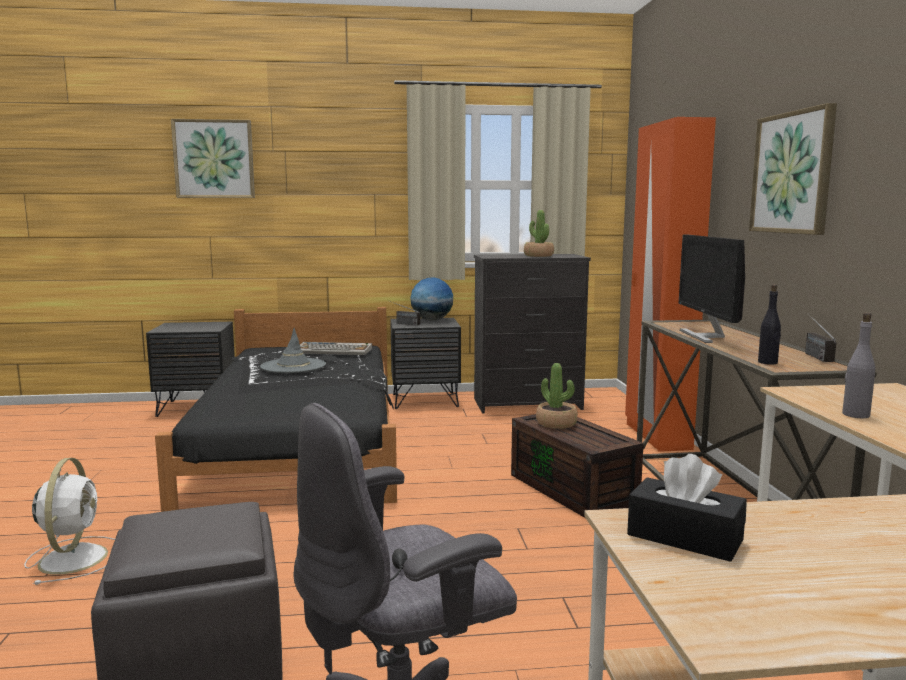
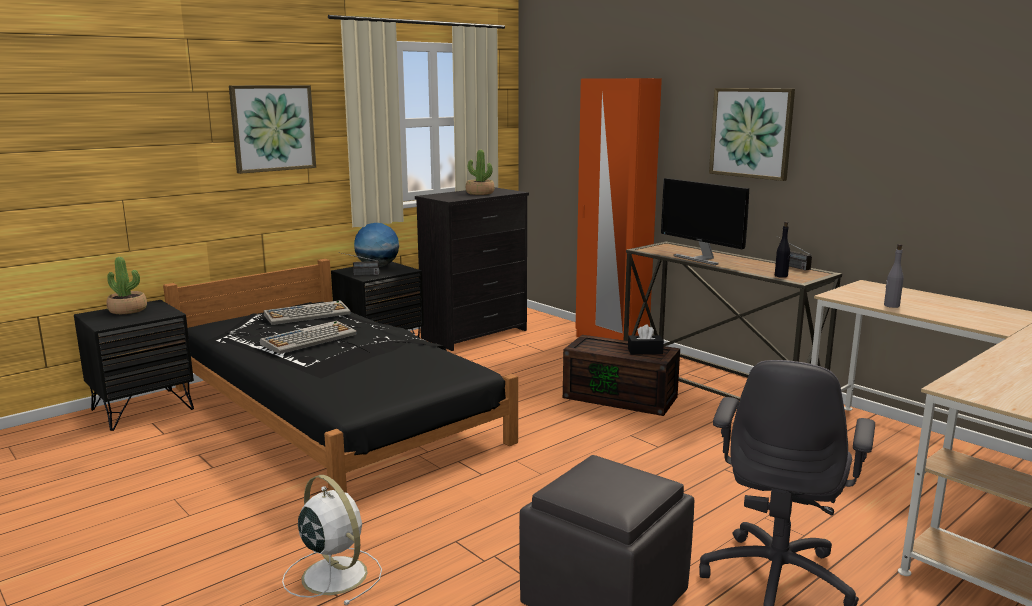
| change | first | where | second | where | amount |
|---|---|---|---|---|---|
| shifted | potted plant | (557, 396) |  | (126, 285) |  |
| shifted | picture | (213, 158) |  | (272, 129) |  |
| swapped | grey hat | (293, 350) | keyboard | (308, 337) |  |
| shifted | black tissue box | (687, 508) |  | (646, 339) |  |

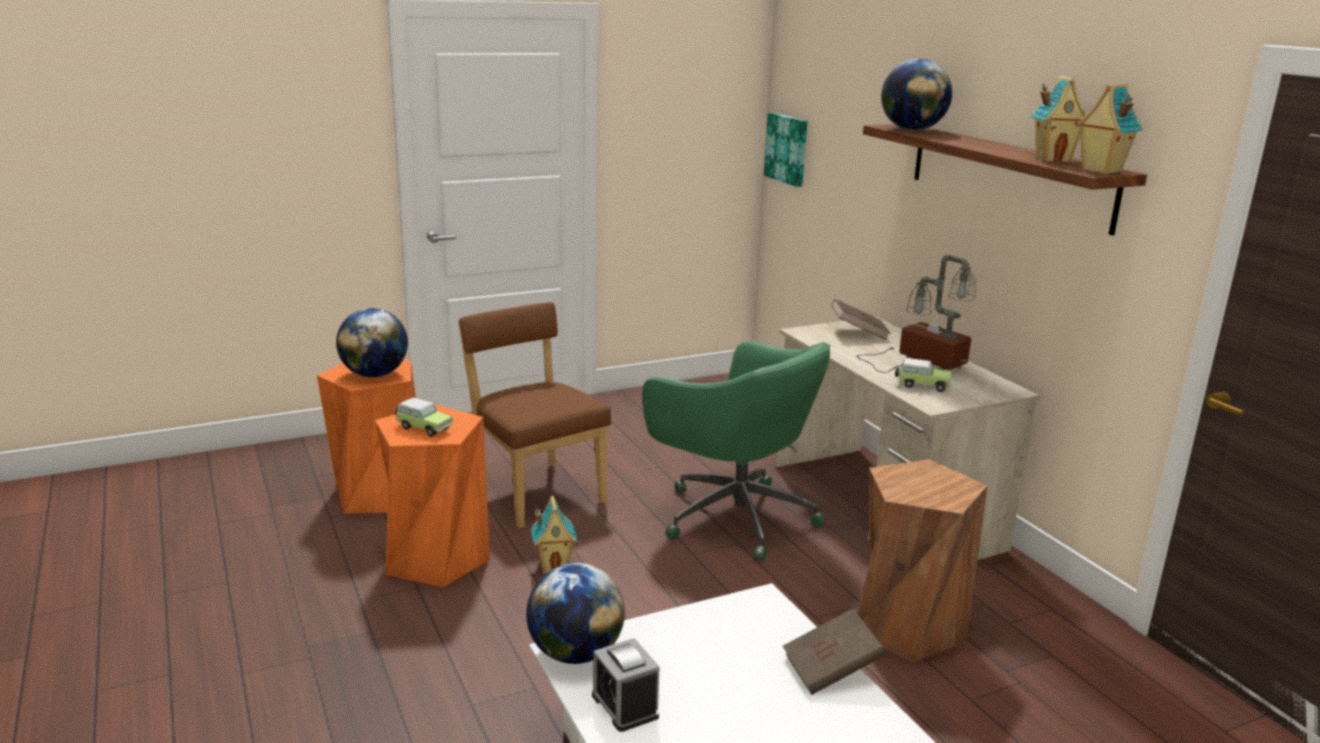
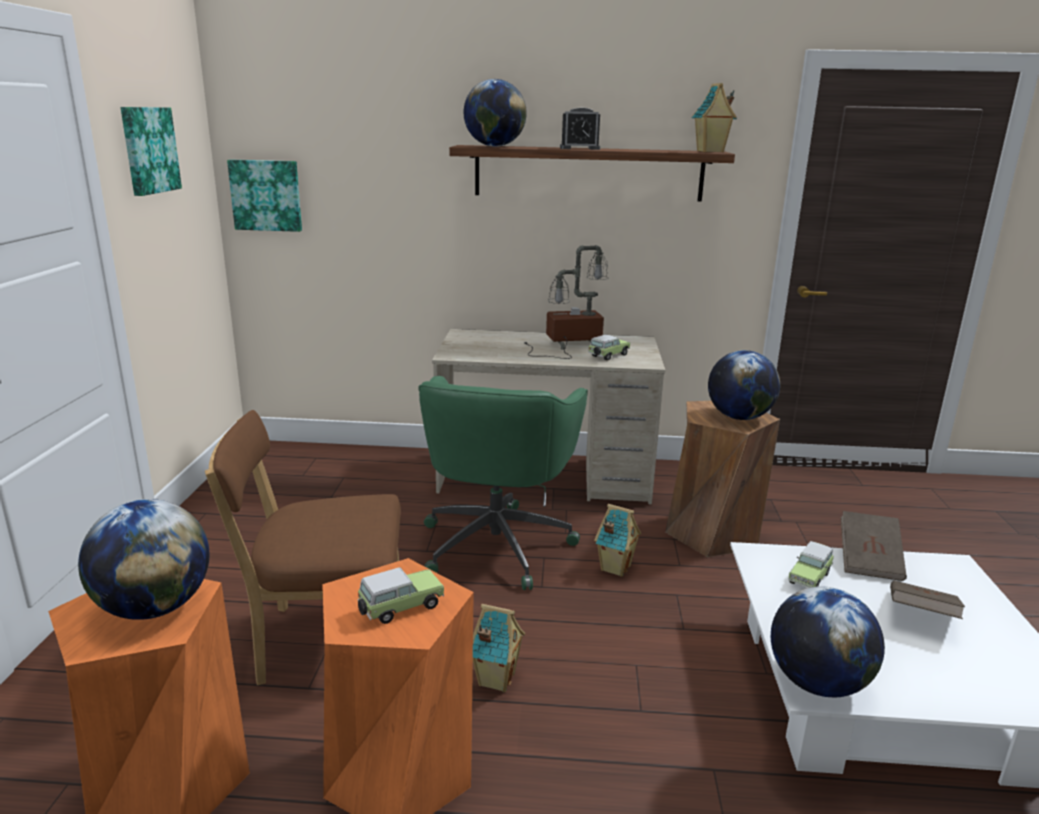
| change | first | where | second | where | amount |
|---|---|---|---|---|---|
| new |  |  | picture | (151, 151) |  |
| rotated | green office chair | (736, 451) |  | (503, 483) | 120 degrees clockwise |
| shifted | alarm clock | (626, 685) |  | (580, 128) |  |
| shifted | toy house | (1058, 118) |  | (617, 540) |  |
| new |  |  | globe | (744, 385) |  |
| new |  |  | toy car | (811, 564) |  |
| shifted | brown book | (861, 319) |  | (927, 599) |  |

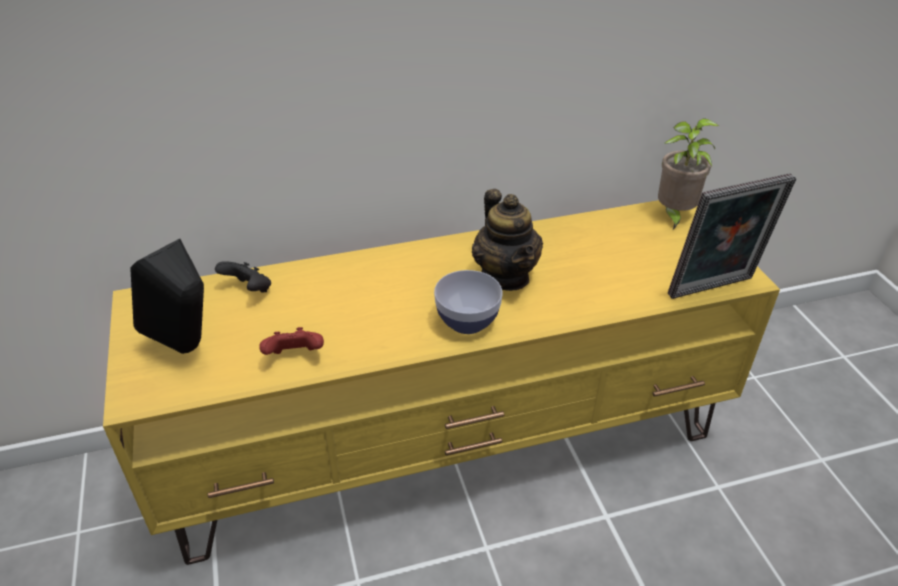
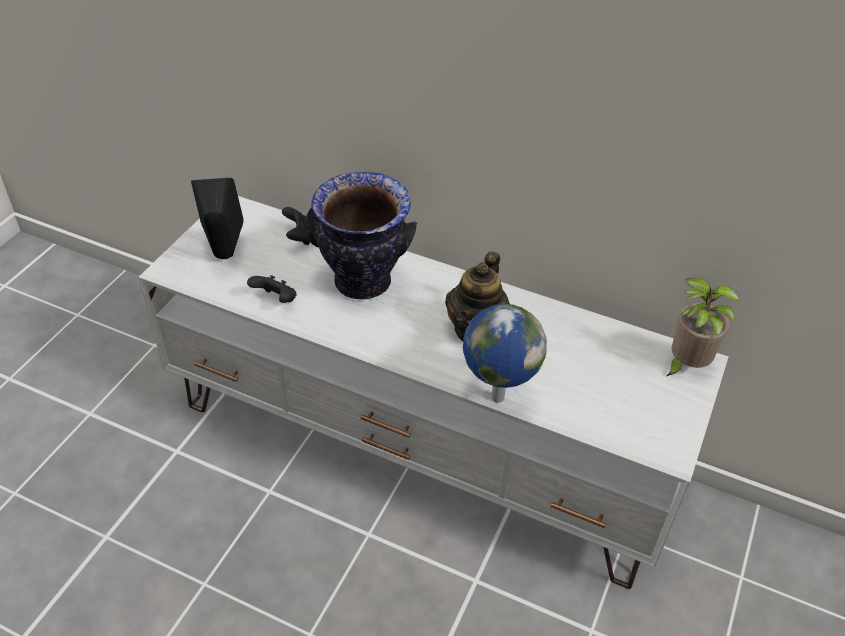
| change | first | where | second | where | amount |
|---|---|---|---|---|---|
| repainted | yellow tv stand | (441, 382) | white tv stand | (433, 392) |  |
| repainted | red game controller | (291, 341) | black game controller | (272, 289) |  |
| new |  |  | vase | (361, 235) |  |
| new |  |  | globe | (505, 353) |  |
| gone | bowl | (468, 302) |  |  |  |
| gone | picture frame | (732, 236) |  |  |  |

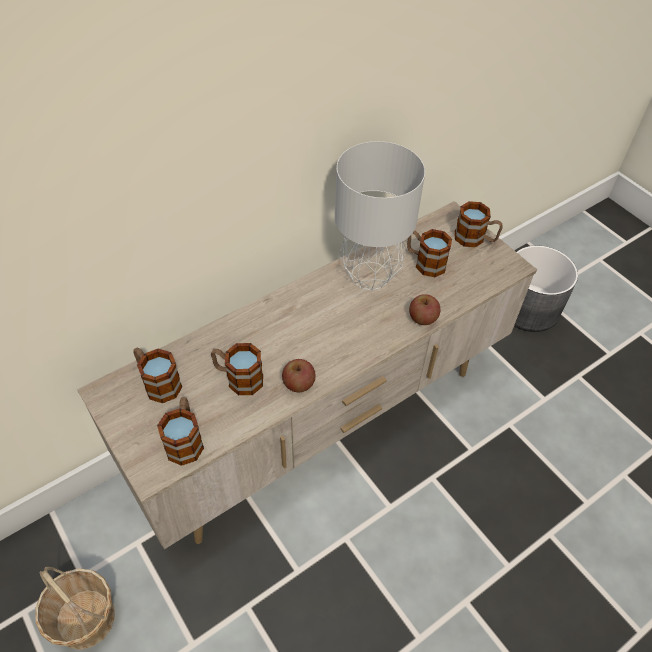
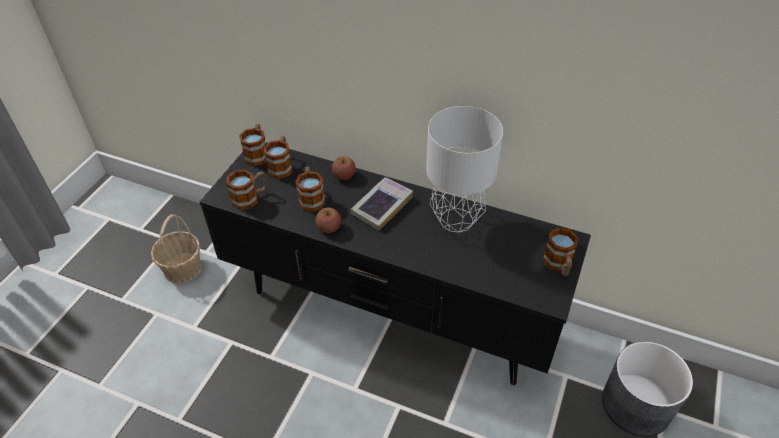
| change | first | where | second | where | amount |
|---|---|---|---|---|---|
| repainted | beige tv stand | (307, 375) | black tv stand | (395, 263) |  |
| shifted | mug | (429, 253) |  | (252, 145) |  |
| shifted | apple | (425, 309) |  | (344, 168) |  |
| new |  |  | book | (381, 204) |  |

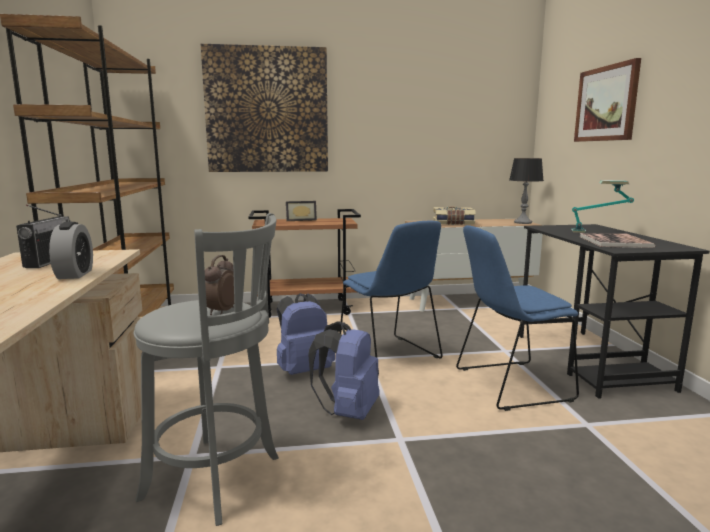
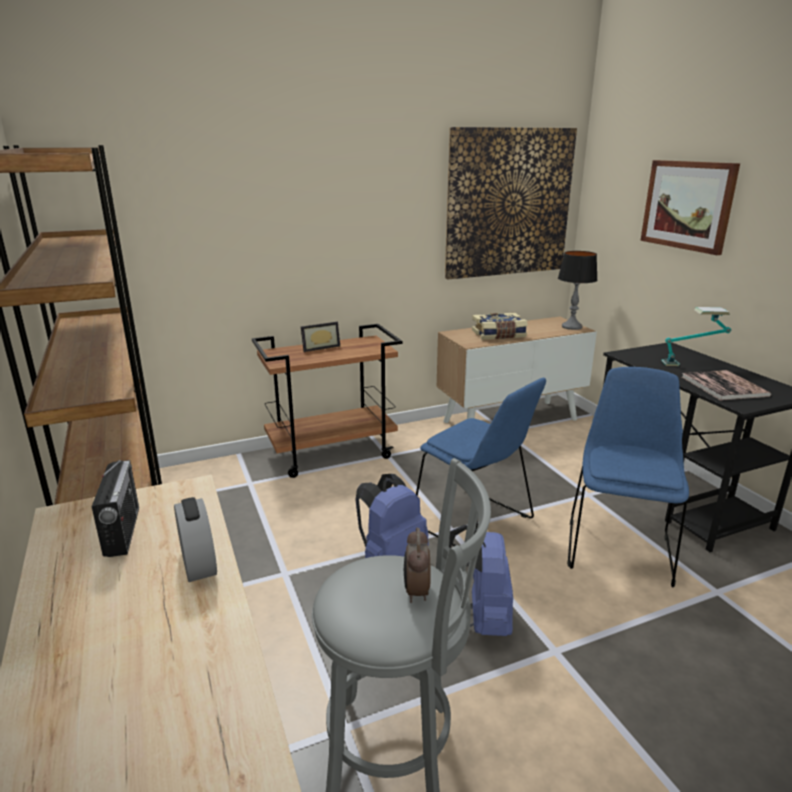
| change | first | where | second | where | amount |
|---|---|---|---|---|---|
| shifted | picture | (264, 108) |  | (511, 203) |  |
| rotated | blue chair | (517, 318) |  | (628, 477) | 135 degrees clockwise |

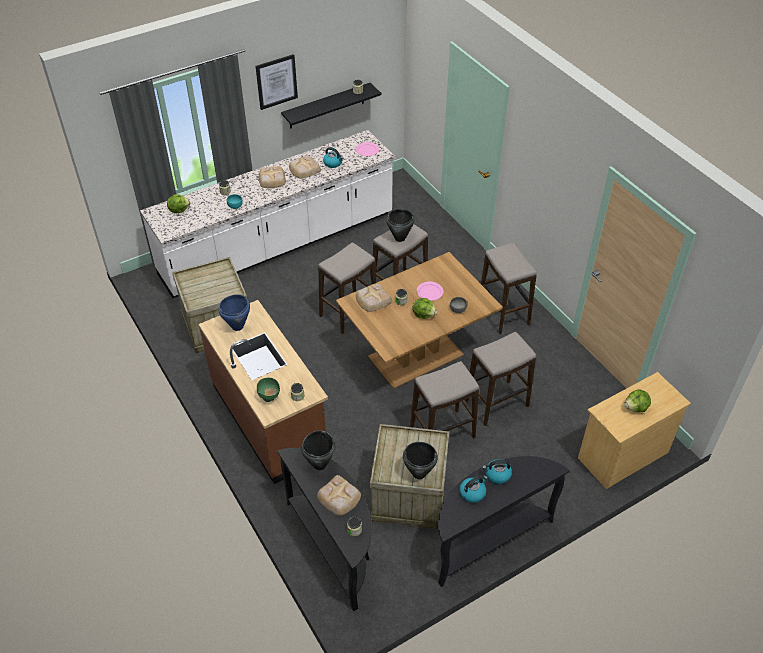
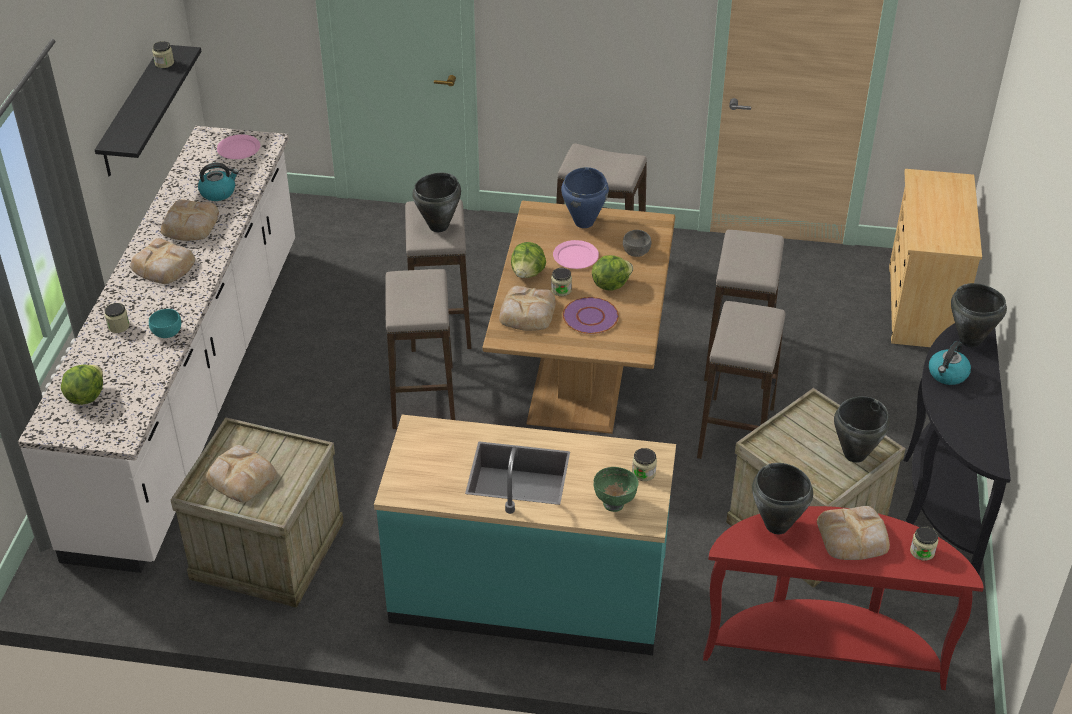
| change | first | where | second | where | amount |
|---|---|---|---|---|---|
| new |  |  | bread | (241, 473) |  |
| repainted | brown counter | (263, 392) | turquoise counter | (525, 535) |  |
| shifted | lettuce | (637, 401) |  | (528, 260) |  |
| shifted | blue cooking pot | (234, 313) |  | (585, 197) |  |
| new |  |  | purple plate | (591, 315) |  |
| repainted | black console table | (324, 529) | red console table | (843, 598) |  |
| new |  |  | black cooking pot | (979, 315) |  |
| gone | picture | (276, 82) |  |  |  |
| gone | kettle | (473, 489) |  |  |  |

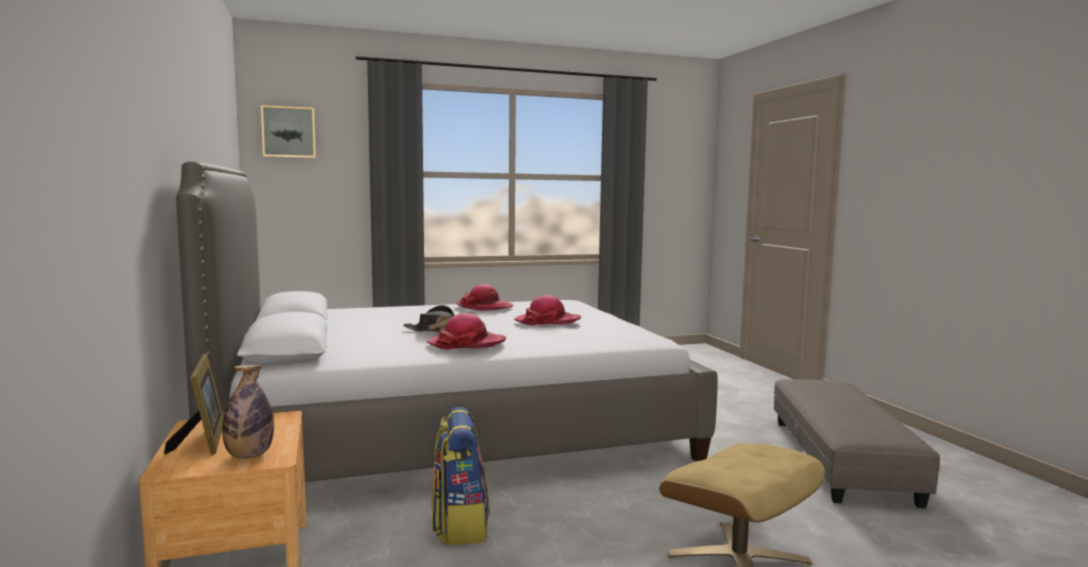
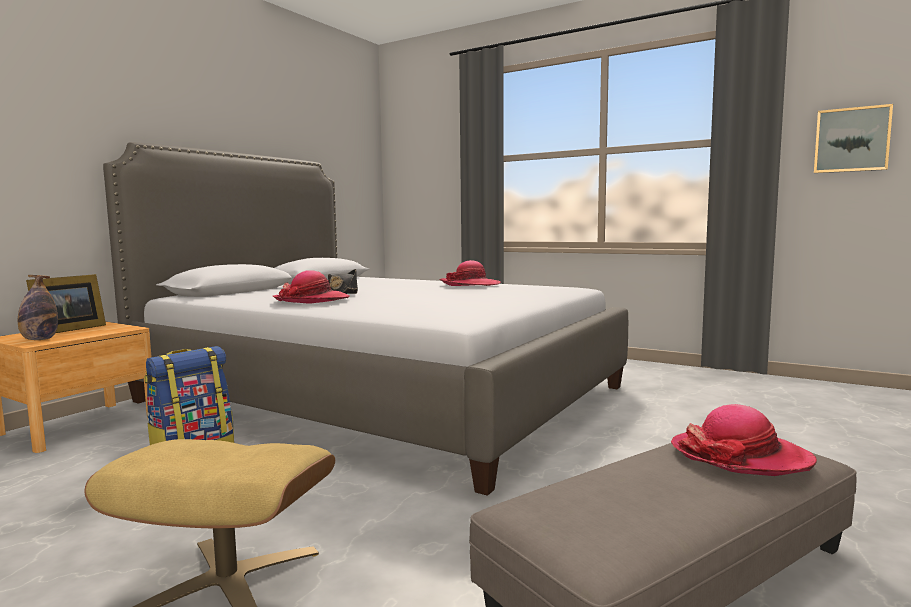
| change | first | where | second | where | amount |
|---|---|---|---|---|---|
| shifted | hat | (547, 310) |  | (744, 440) |  |
| shifted | picture | (288, 131) |  | (853, 138) |  |

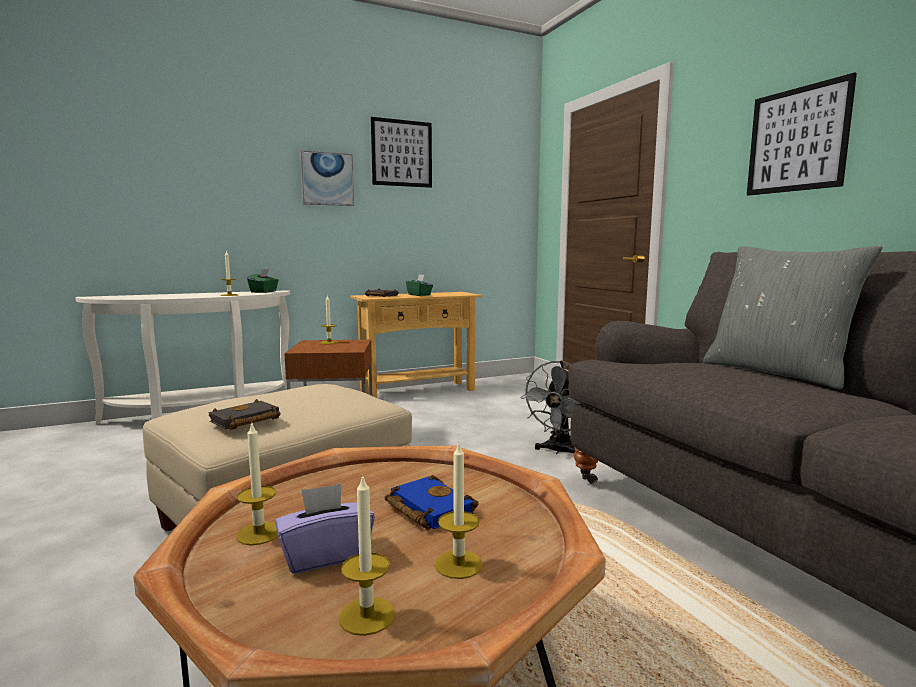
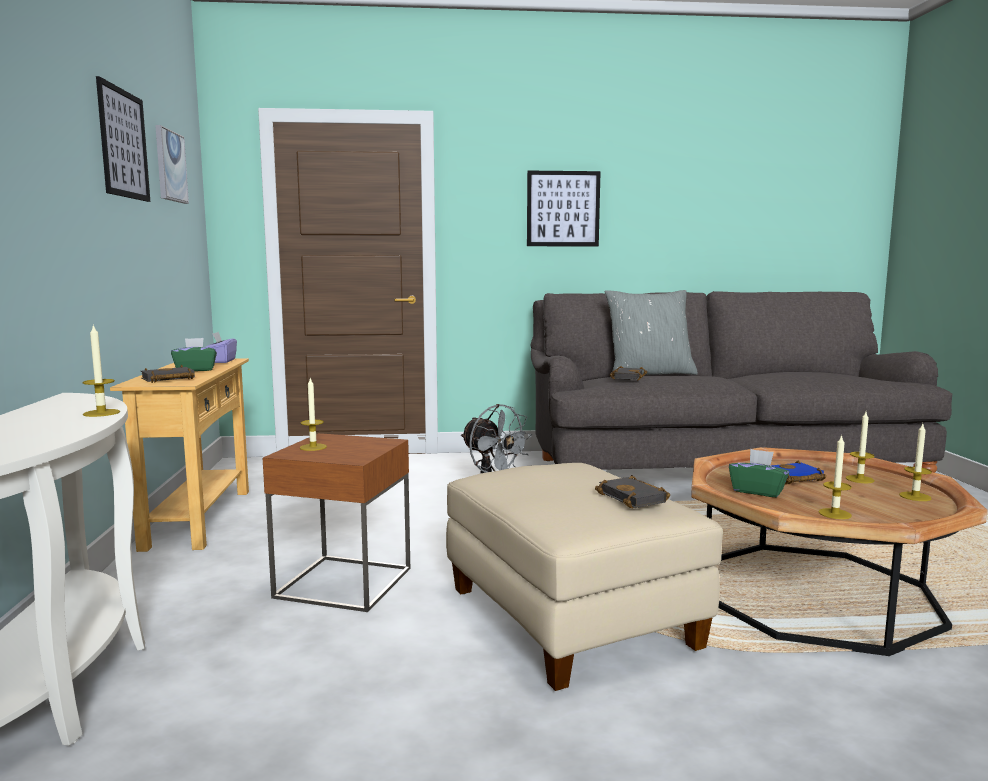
| change | first | where | second | where | amount |
|---|---|---|---|---|---|
| shifted | picture | (327, 178) |  | (172, 164) |  |
| shifted | purple tissue box | (325, 528) |  | (221, 347) |  |
| new |  |  | black book | (628, 373) |  |
| shifted | green tissue box | (263, 281) |  | (759, 473) |  |

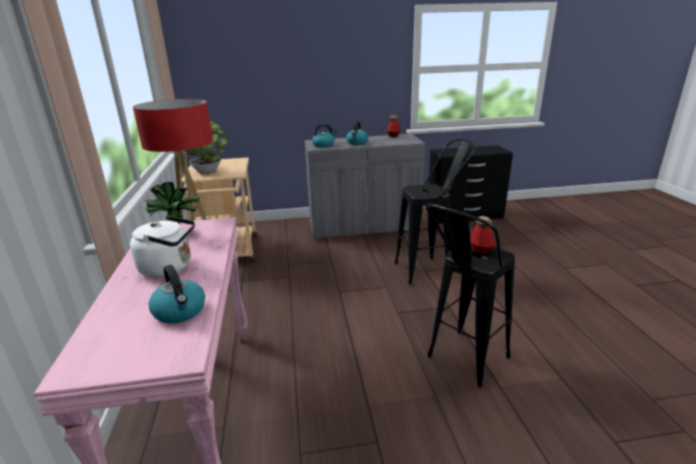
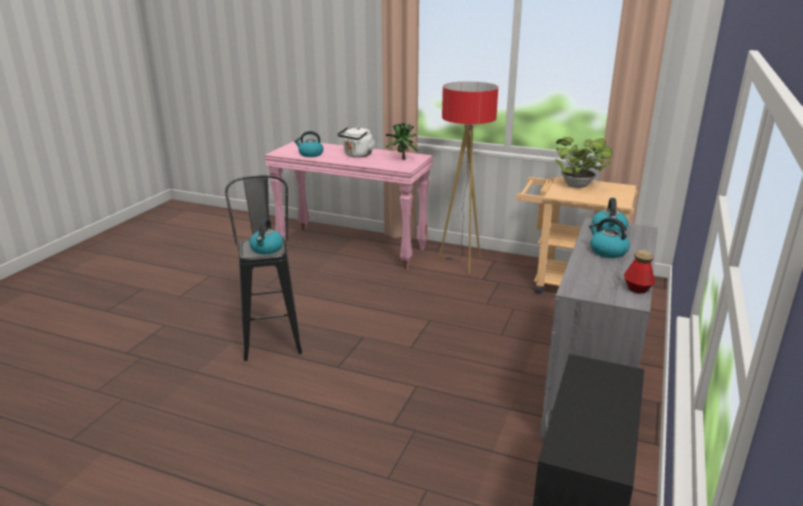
| change | first | where | second | where | amount |
|---|---|---|---|---|---|
| swapped | bottle | (482, 235) | kettle | (266, 236) |  |
| gone | black stool | (435, 211) |  |  |  |

